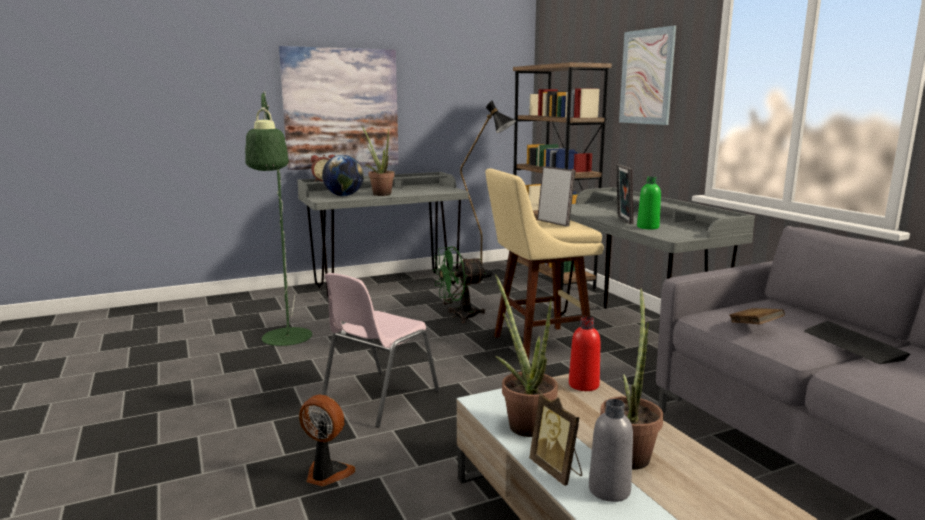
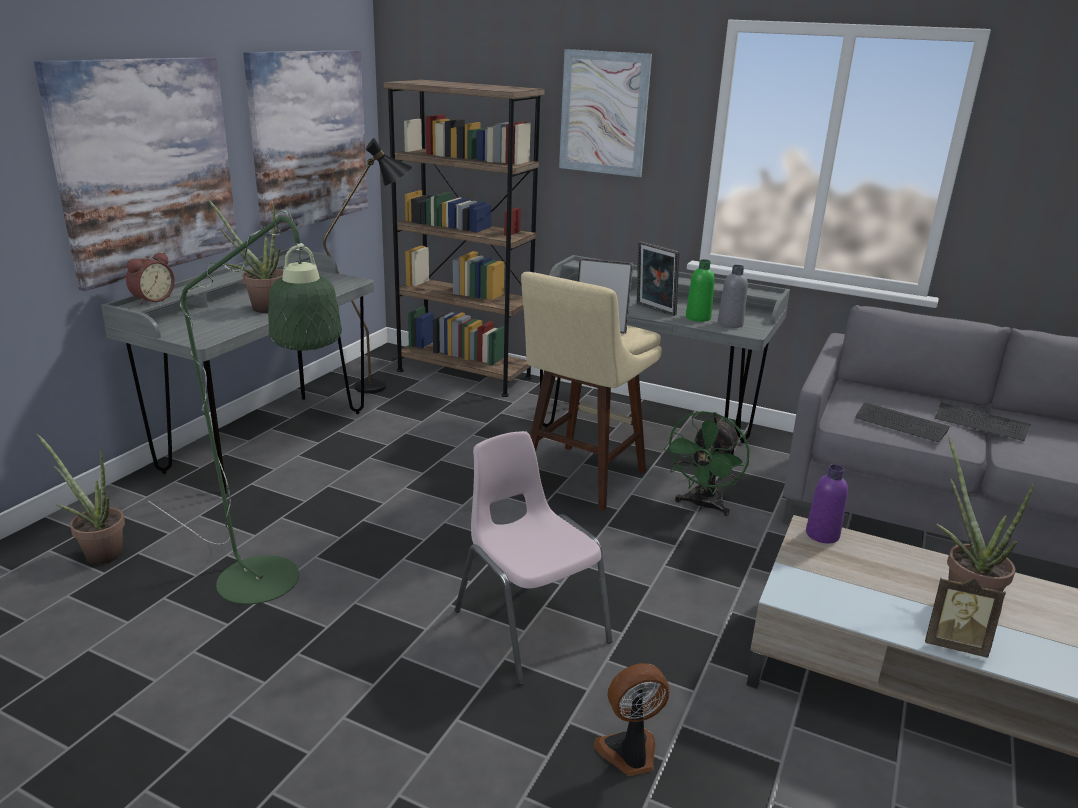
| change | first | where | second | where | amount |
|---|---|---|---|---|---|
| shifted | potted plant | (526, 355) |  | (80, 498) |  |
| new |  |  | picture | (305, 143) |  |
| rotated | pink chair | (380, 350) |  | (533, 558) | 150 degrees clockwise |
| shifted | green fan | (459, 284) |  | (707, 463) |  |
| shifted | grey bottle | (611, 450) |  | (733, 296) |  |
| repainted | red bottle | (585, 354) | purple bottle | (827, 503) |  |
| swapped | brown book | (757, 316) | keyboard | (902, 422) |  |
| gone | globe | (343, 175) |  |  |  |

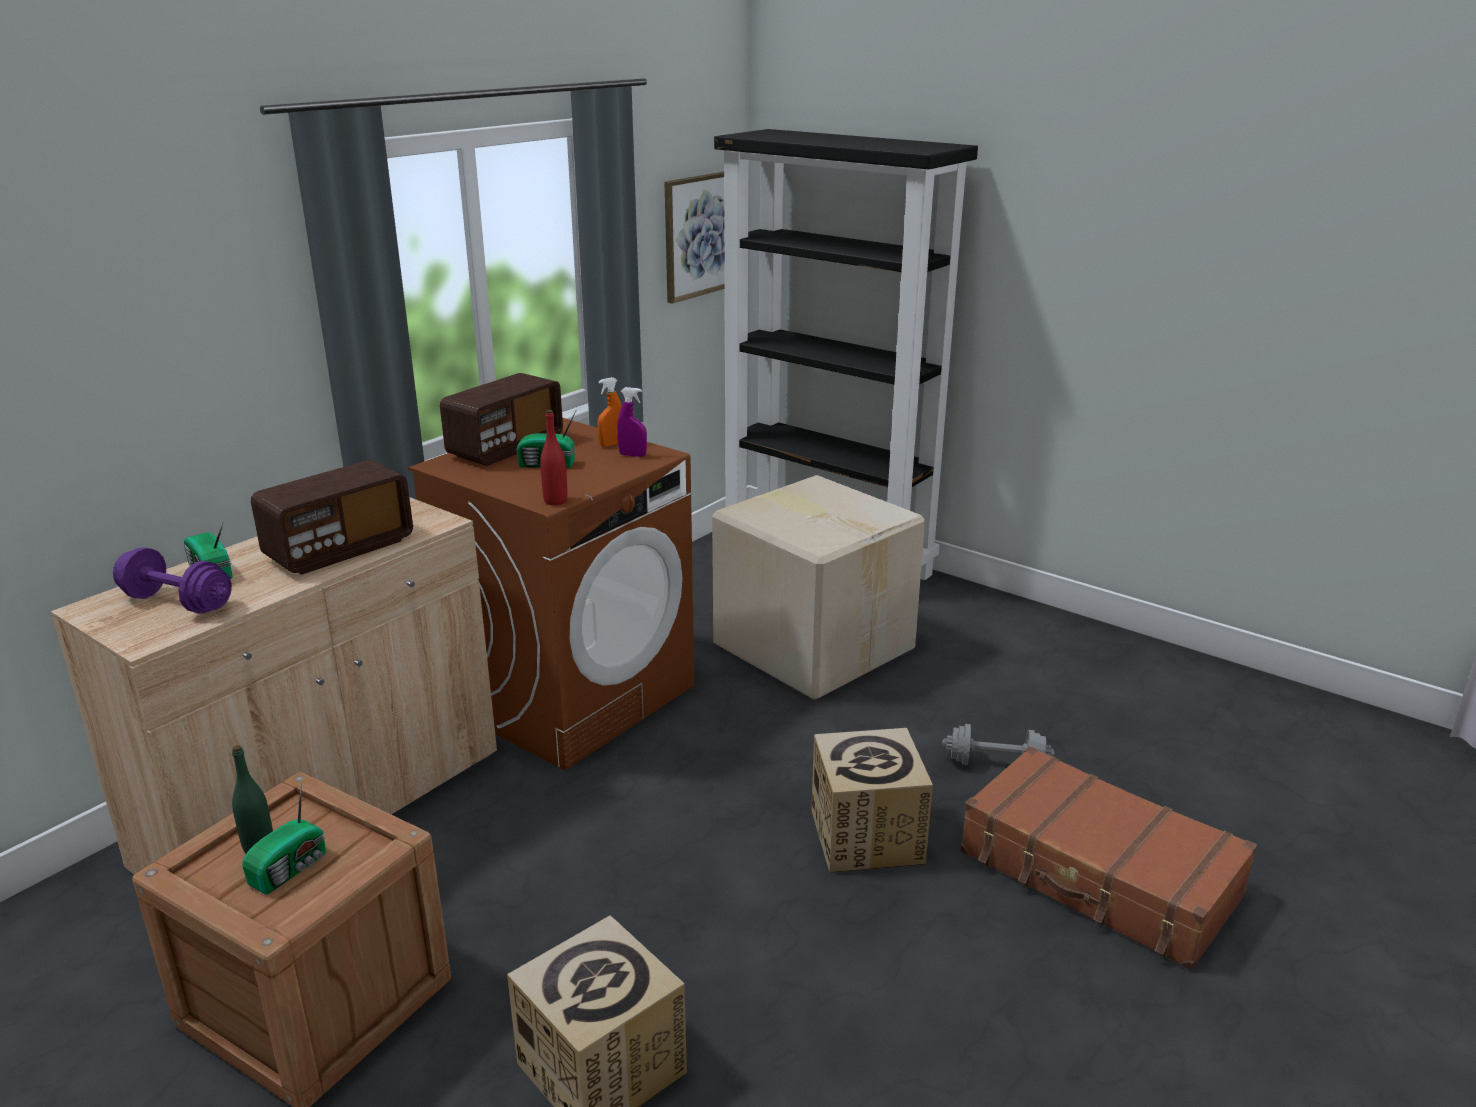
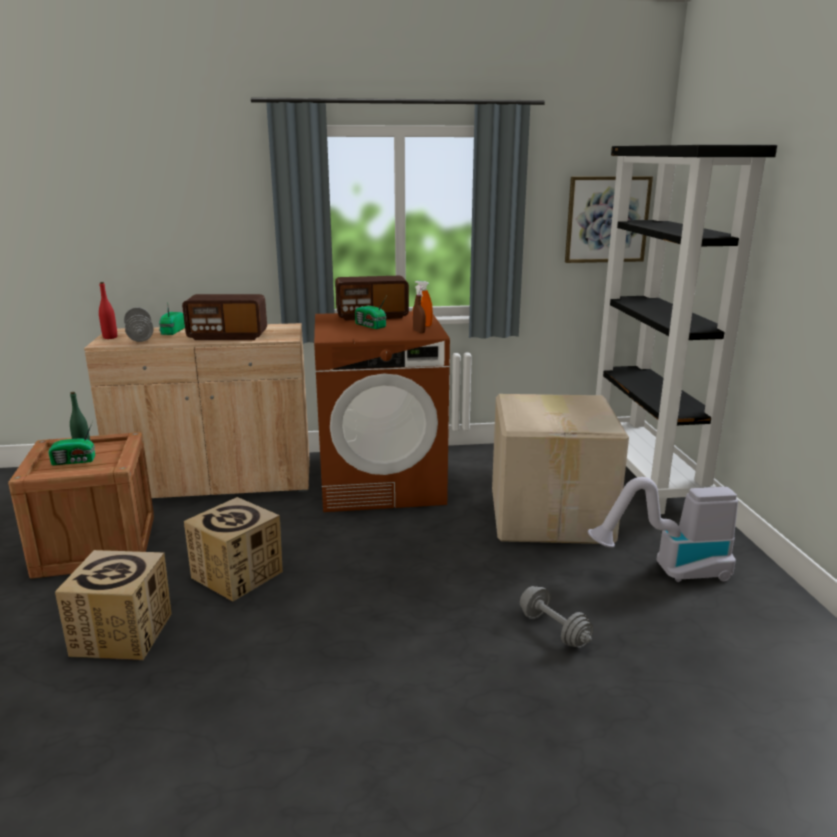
| change | first | where | second | where | amount |
|---|---|---|---|---|---|
| shifted | red bottle | (554, 457) |  | (108, 310) |  |
| repainted | purple dumbbell | (172, 580) | grey dumbbell | (139, 324) |  |
| shifted | cardboard box | (872, 800) |  | (233, 549) |  |
| repainted | purple spray bottle | (632, 422) | brown spray bottle | (419, 309) |  |
| new |  |  | vacuum cleaner | (663, 529) |  |
| gone | brown suitcase | (1108, 858) |  |  |  |

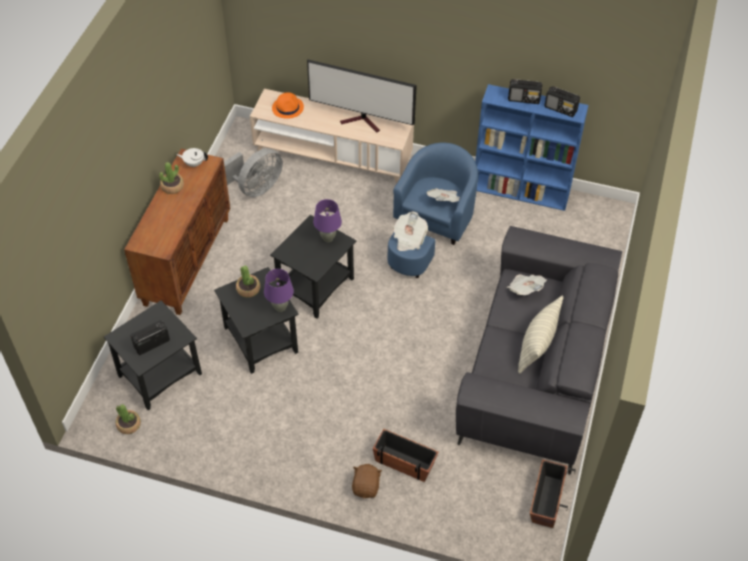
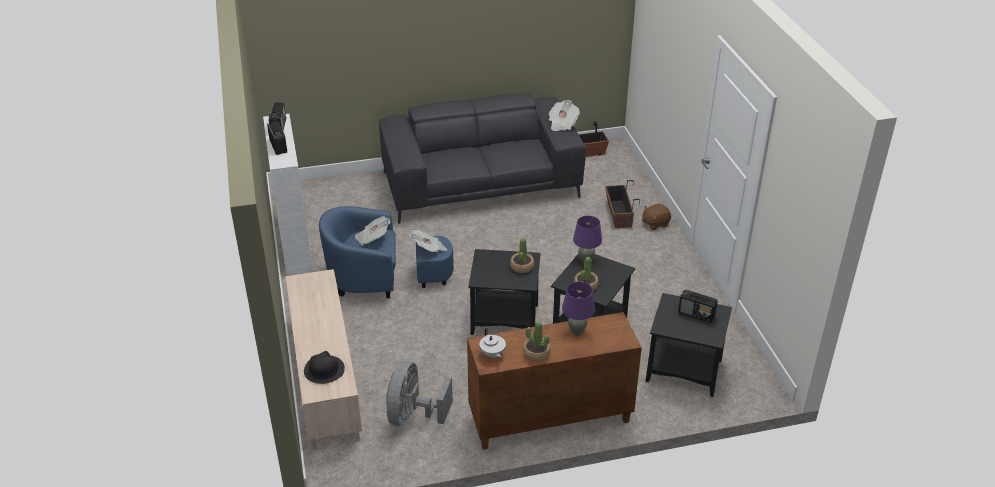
| change | first | where | second | where | amount |
|---|---|---|---|---|---|
| repainted | blue bookcase | (531, 147) | white bookcase | (288, 194) |  |
| repainted | orange hat | (288, 105) | black hat | (324, 367) |  |
| rotated | grey fan | (253, 172) |  | (419, 393) | 90 degrees counterclockwise |
| shifted | potted plant | (128, 419) |  | (522, 255) |  |
| shifted | newspaper | (527, 284) |  | (564, 115) |  |
| shifted | purple table lamp | (327, 220) |  | (578, 308) |  |
| gone | television | (362, 96) |  |  |  |
| gone | pillow | (540, 334) |  |  |  |

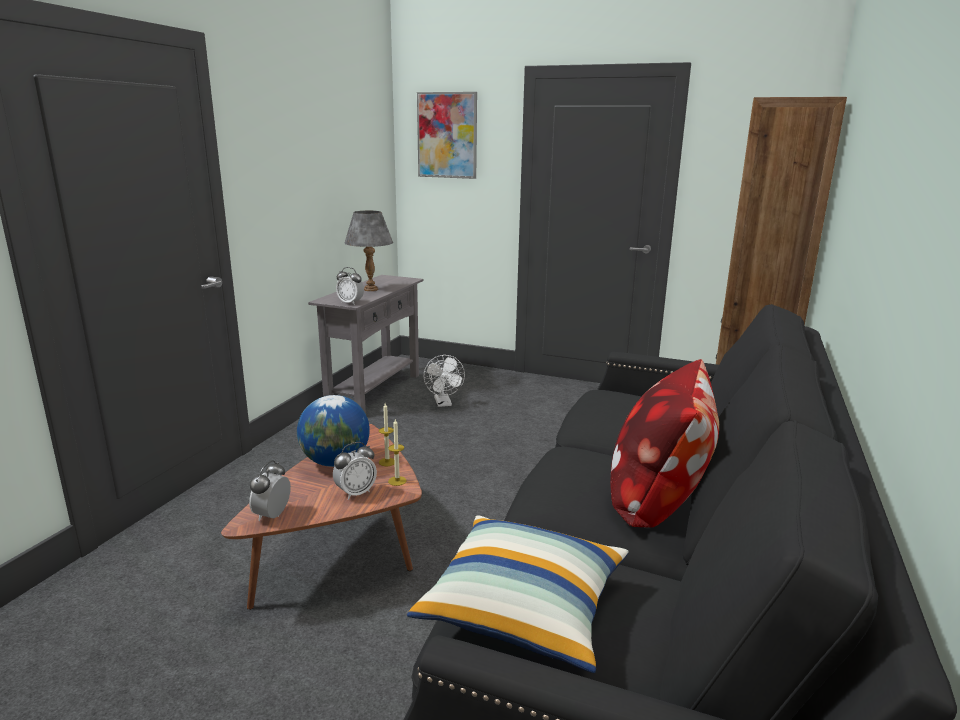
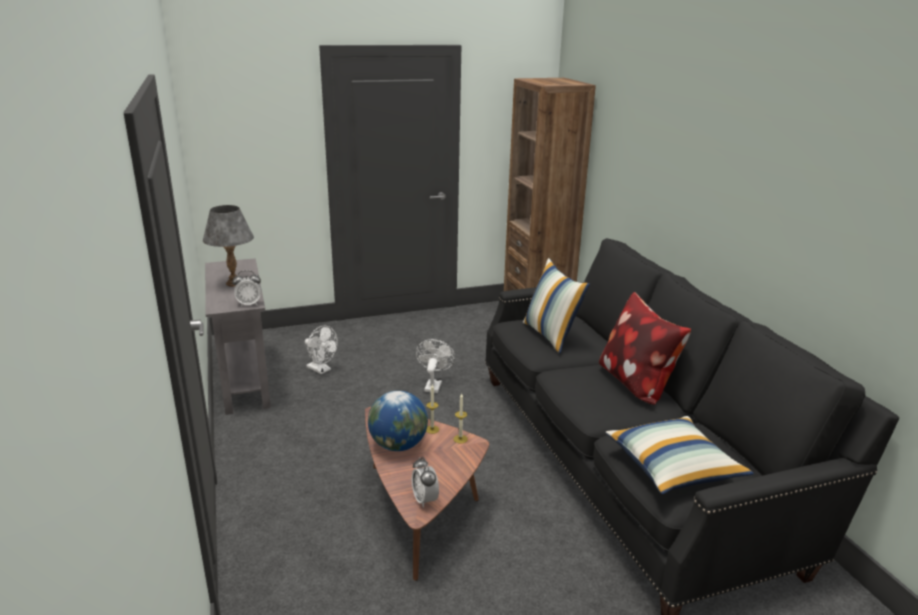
| change | first | where | second | where | amount |
|---|---|---|---|---|---|
| new |  |  | white fan | (435, 366) |  |
| new |  |  | pillow | (556, 305) |  |
| gone | alarm clock | (355, 471) |  |  |  |
| gone | picture | (447, 135) |  |  |  |

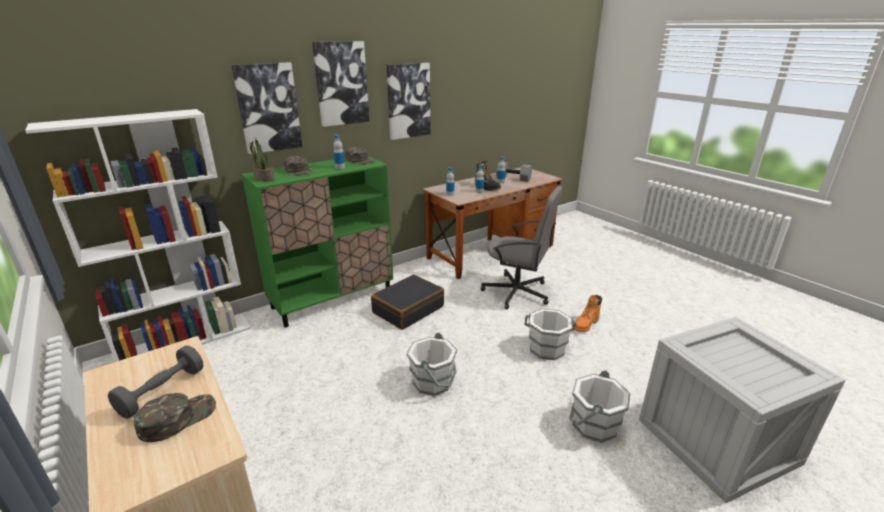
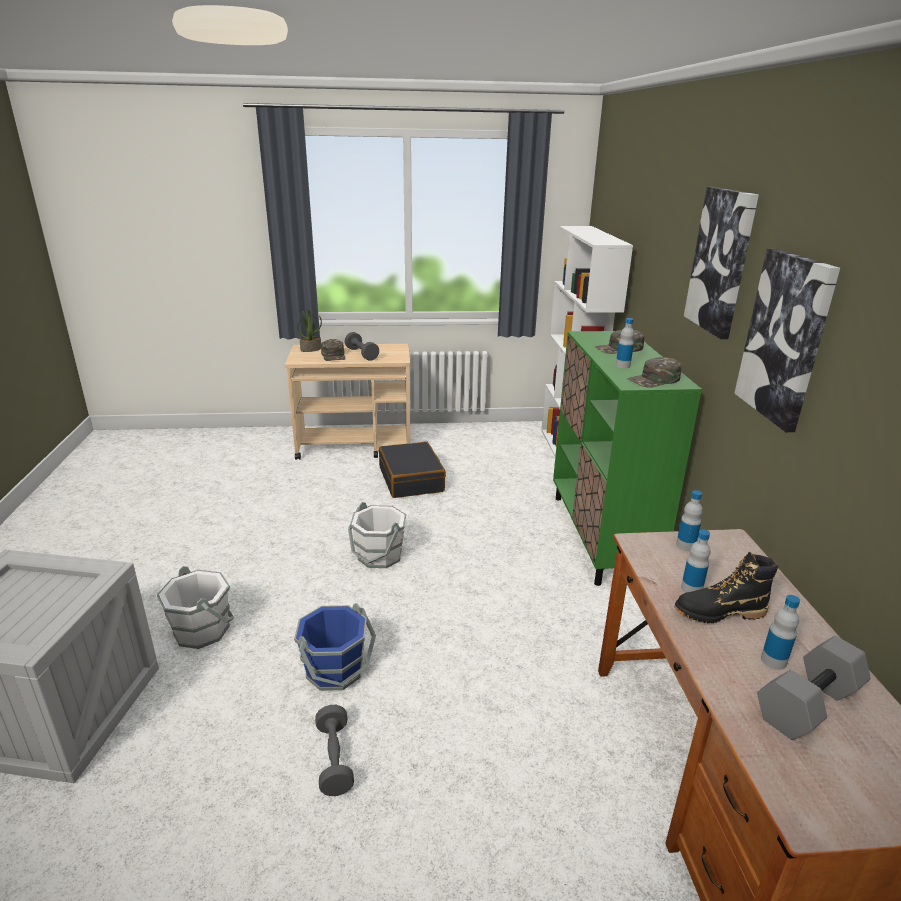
| change | first | where | second | where | amount |
|---|---|---|---|---|---|
| repainted | white bucket | (550, 334) | blue bucket | (335, 647) |  |
| shifted | potted plant | (262, 159) |  | (309, 331) |  |
| swapped | orange boot | (588, 313) | grey dumbbell | (334, 750) |  |
| shifted | black suitcase | (407, 302) |  | (412, 469) |  |
| gone | picture | (267, 108) |  |  |  |
| gone | grey office chair | (522, 247) |  |  |  |

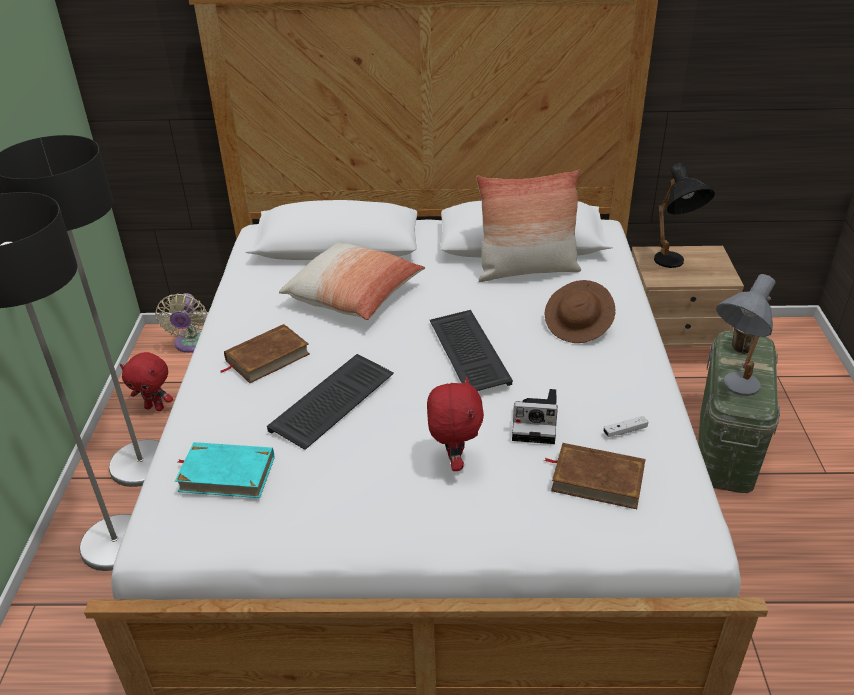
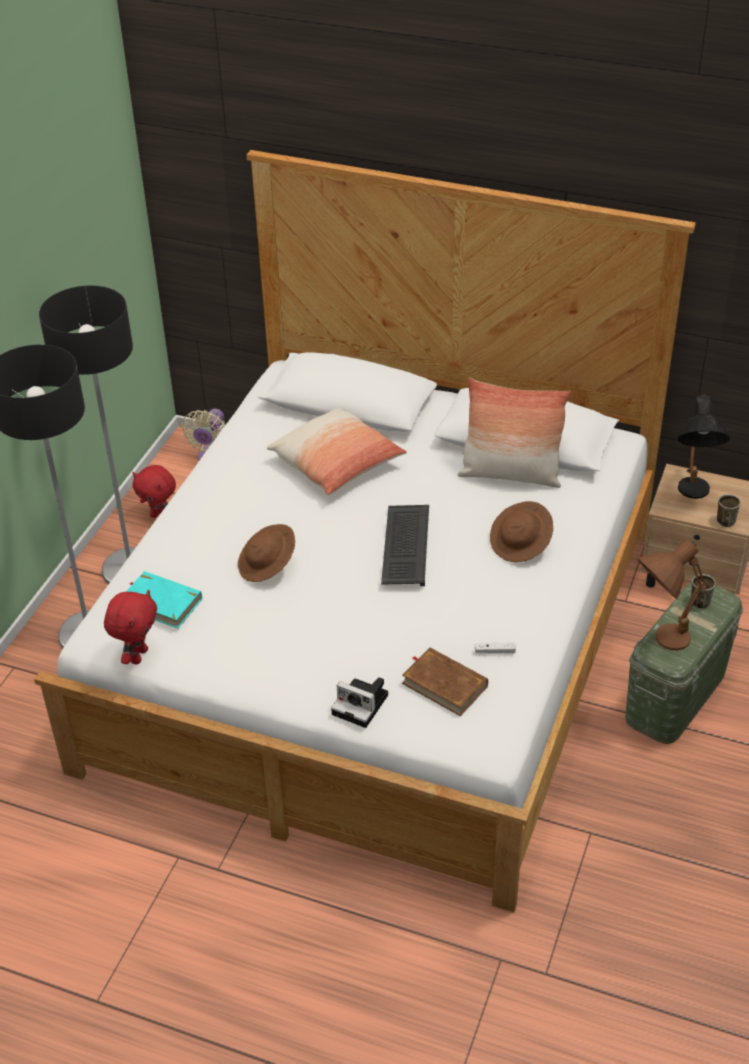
| change | first | where | second | where | amount |
|---|---|---|---|---|---|
| shifted | red plush toy | (455, 424) |  | (130, 627) |  |
| swapped | keyboard | (330, 402) | brown hat | (266, 553) |  |
| shifted | photo camera | (535, 416) |  | (359, 702) |  |
| repainted | grey table lamp | (746, 335) | brown table lamp | (672, 594) |  |
| new |  |  | mug | (729, 510) |  |
| gone | brown book | (265, 353) |  |  |  |

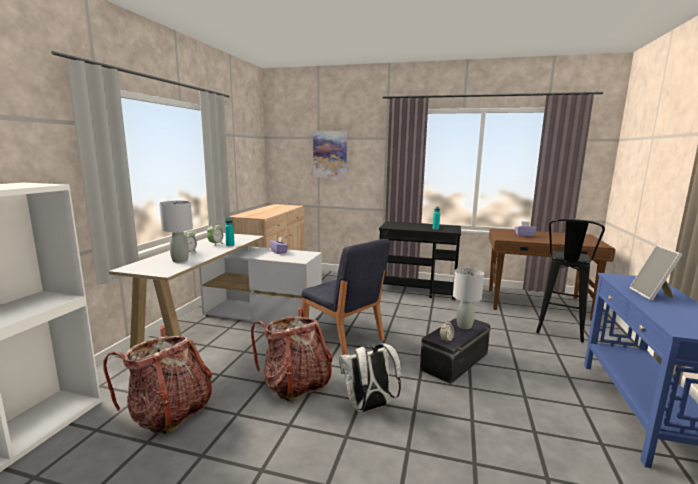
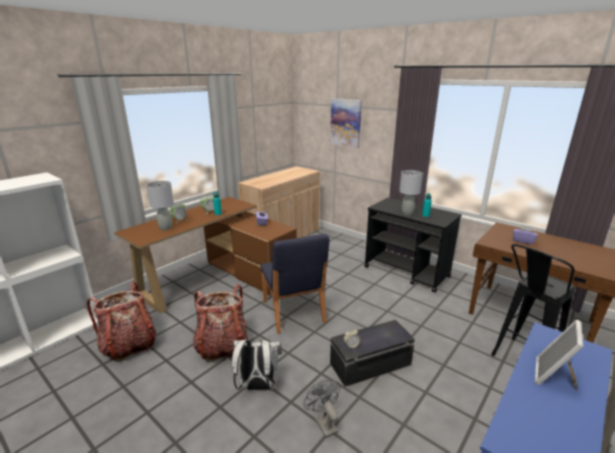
| change | first | where | second | where | amount |
|---|---|---|---|---|---|
| repainted | white desk | (215, 290) | brown desk | (205, 255) |  |
| new |  |  | grey fan | (322, 409) |  |
| shifted | grey table lamp | (468, 298) |  | (411, 193) |  |

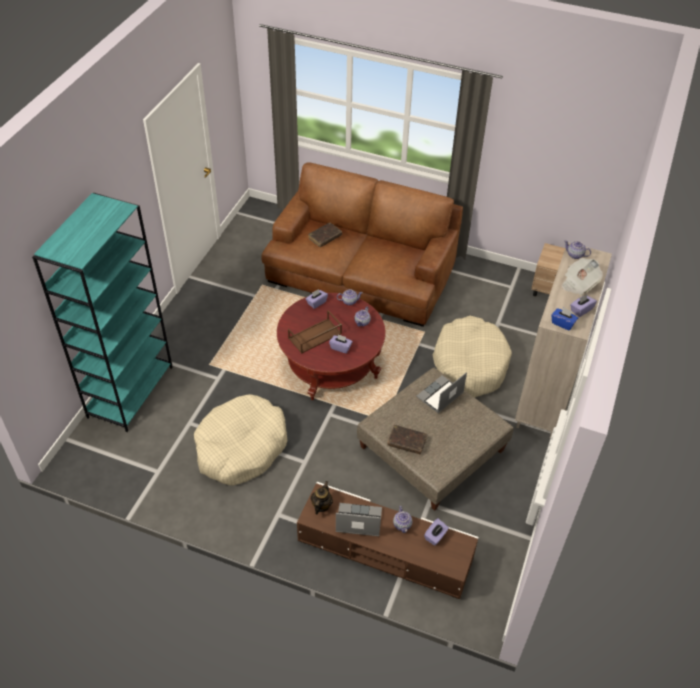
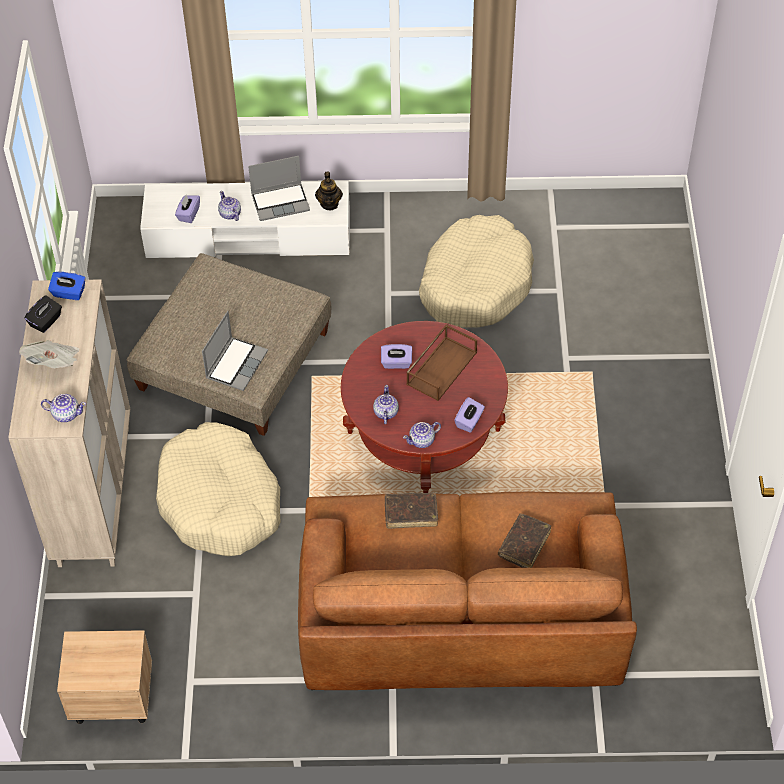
| change | first | where | second | where | amount |
|---|---|---|---|---|---|
| repainted | purple tissue box | (583, 305) | black tissue box | (43, 314) |  |
| repainted | brown tv stand | (388, 540) | white tv stand | (245, 219) |  |
| shifted | brown book | (407, 439) |  | (411, 511) |  |
| gone | turquoise bookcase | (102, 312) |  |  |  |

